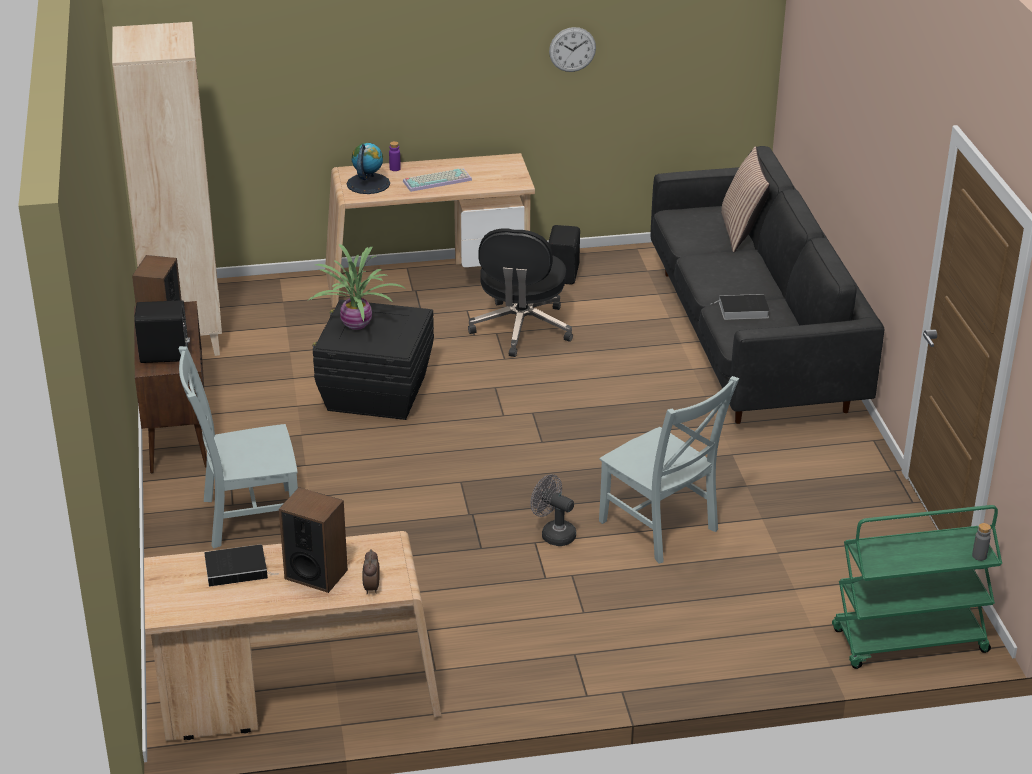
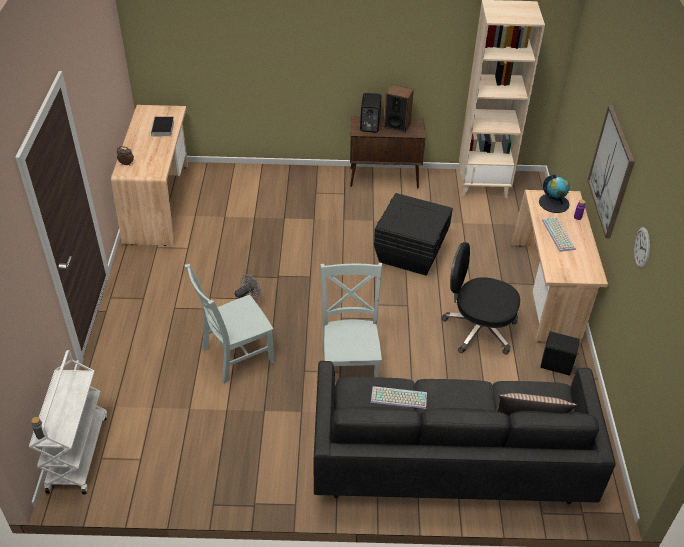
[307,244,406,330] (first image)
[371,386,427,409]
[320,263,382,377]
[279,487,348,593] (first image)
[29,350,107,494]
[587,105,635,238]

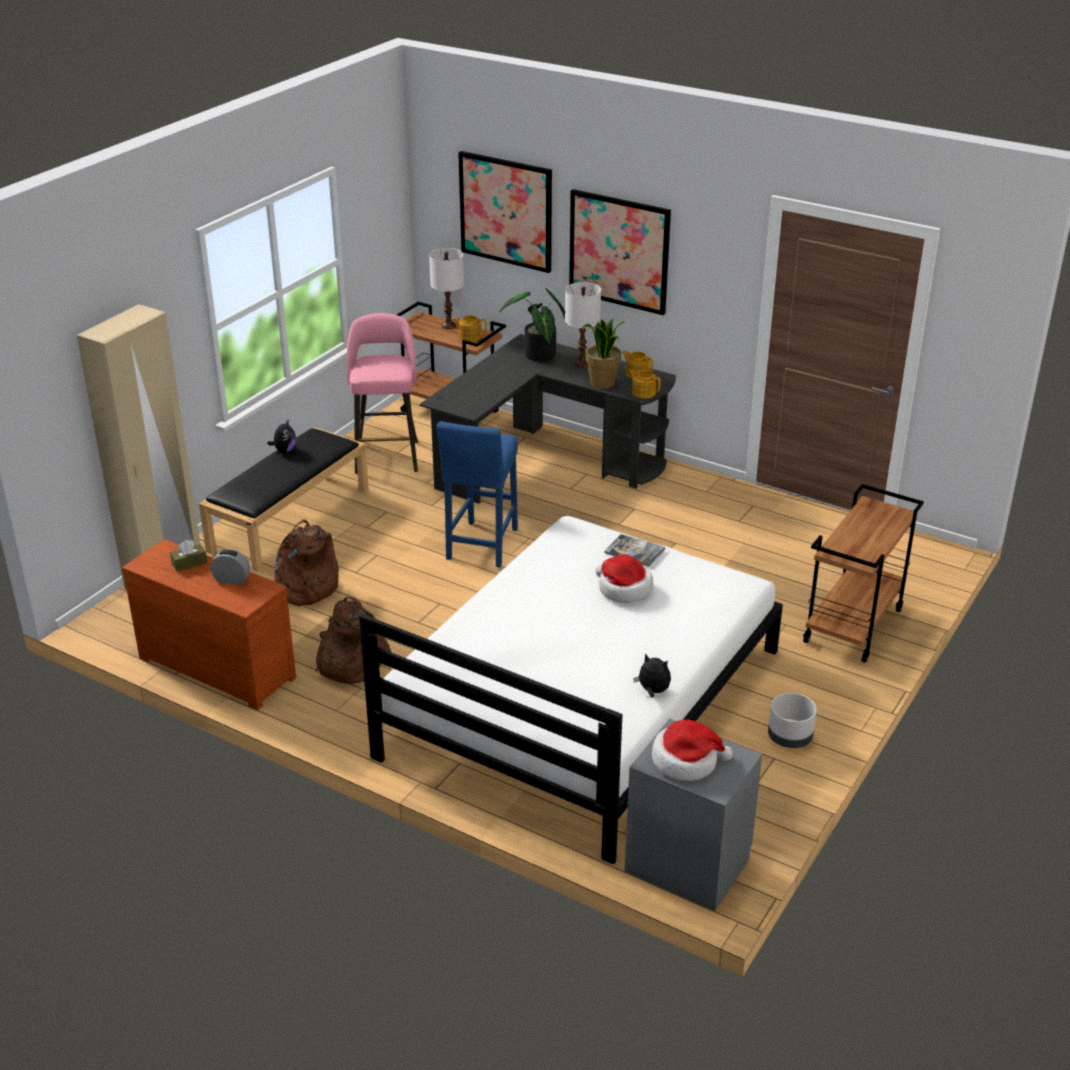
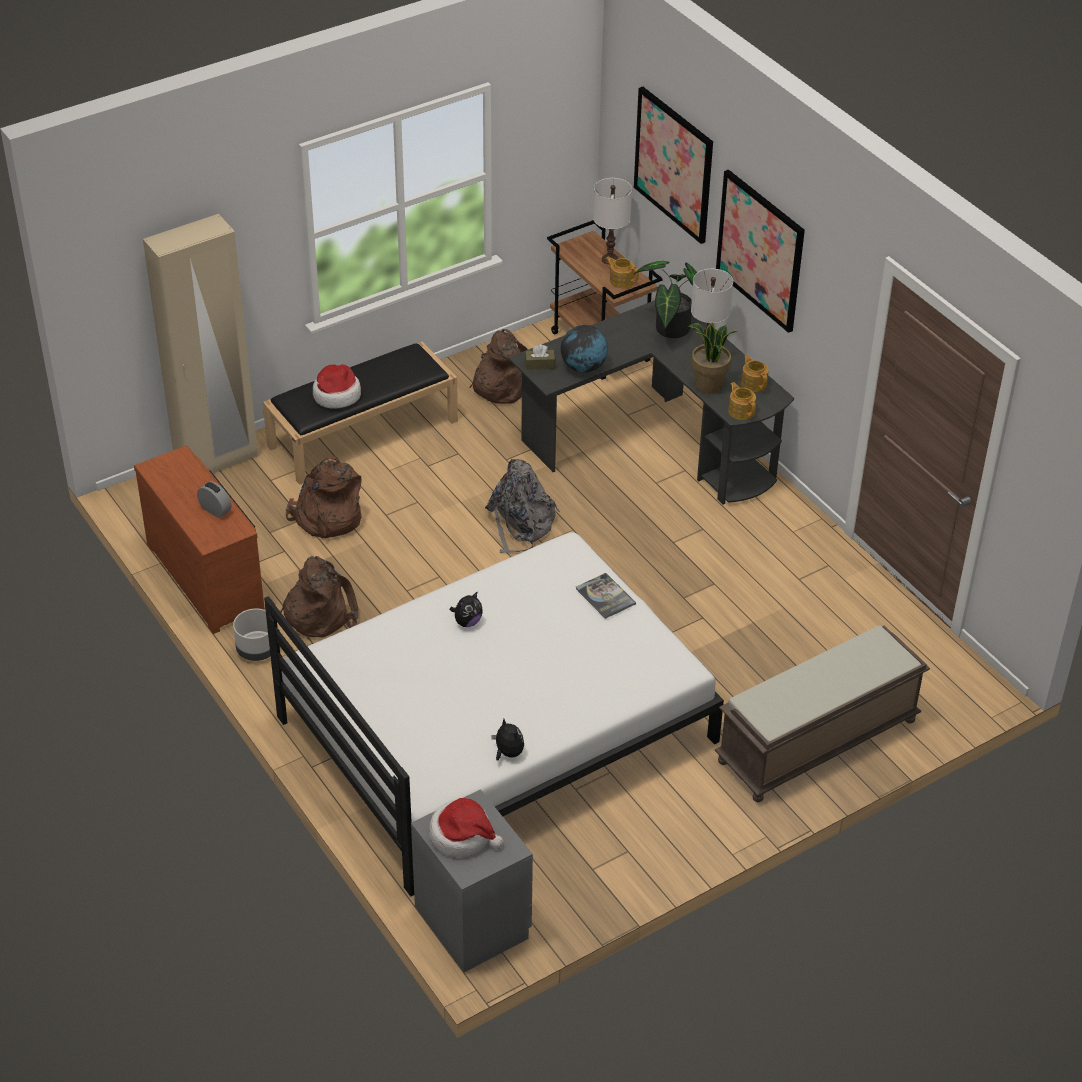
[470,329,528,404]
[450,591,483,627]
[485,459,560,553]
[715,626,930,802]
[525,344,555,370]
[313,364,361,409]
[233,609,270,661]
[561,325,608,373]

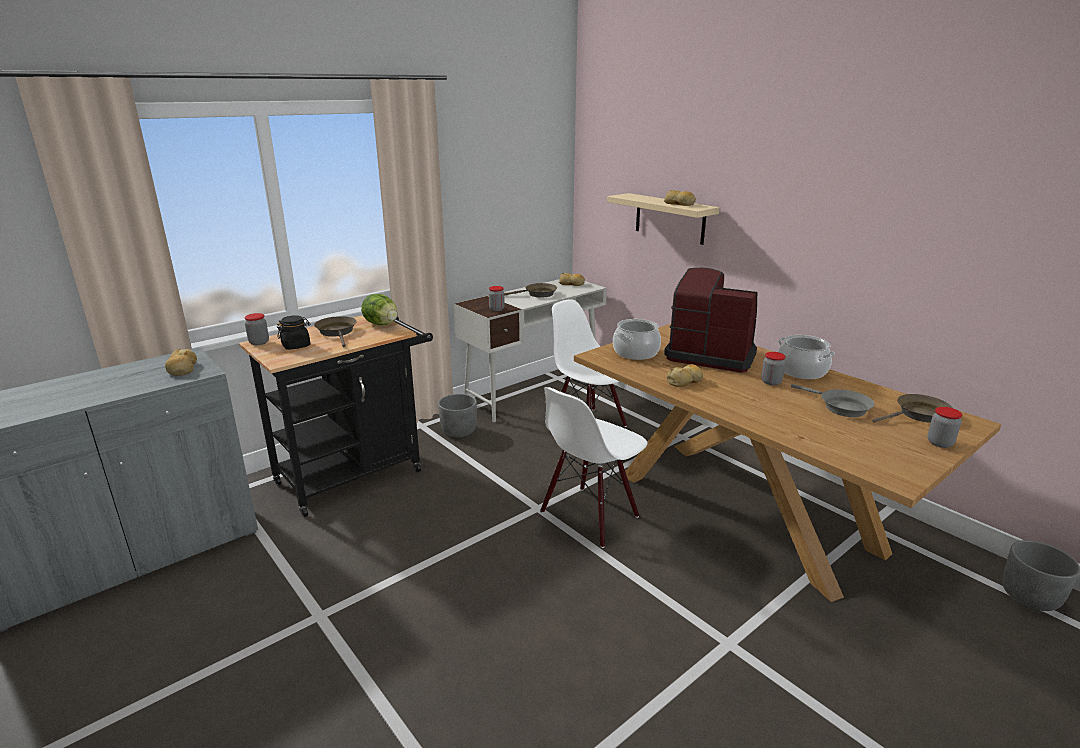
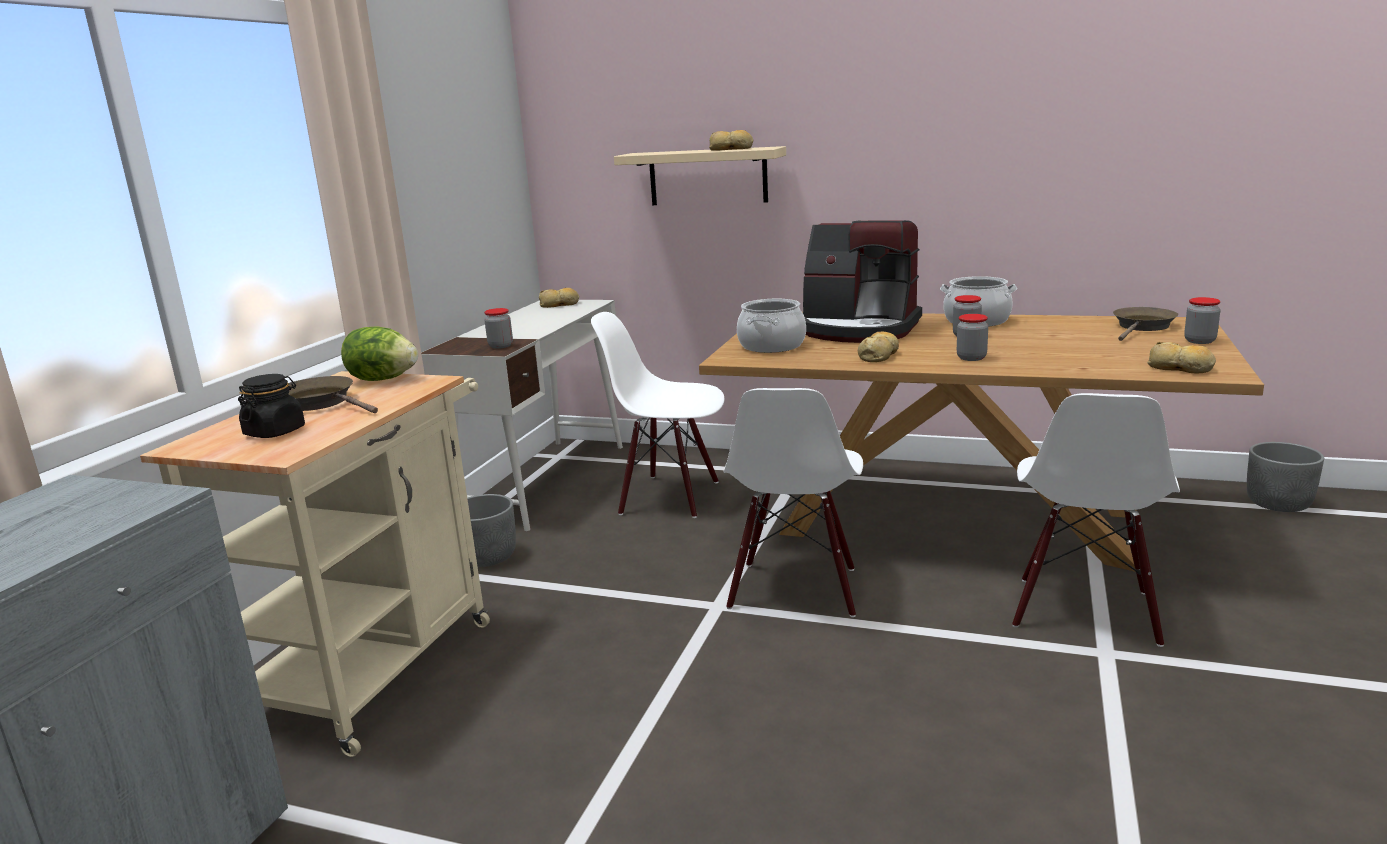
[803,220,922,343]
[504,283,557,297] (first image)
[957,314,988,361]
[140,371,490,757]
[1147,342,1216,374]
[791,384,875,417] (first image)
[1012,393,1180,647]

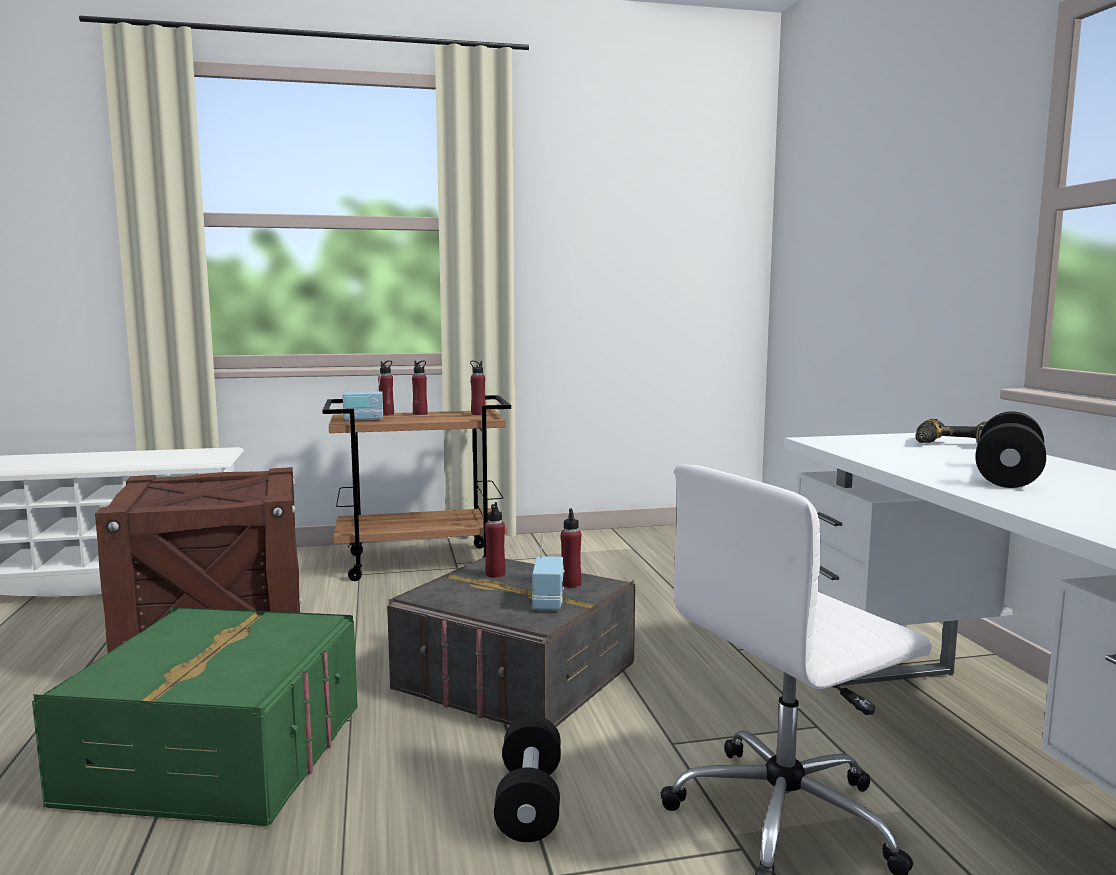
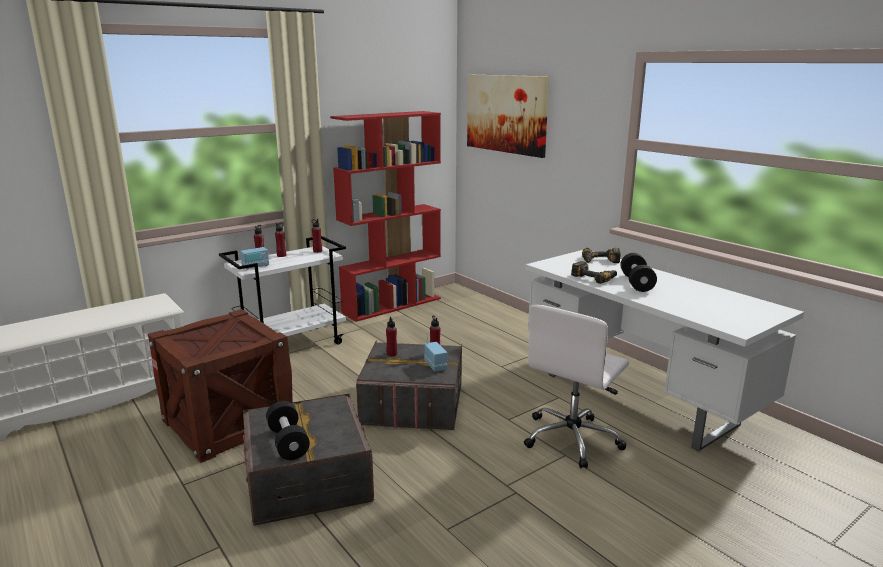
[219,236,346,345]
[243,394,374,526]
[266,401,310,460]
[467,75,549,158]
[330,111,441,322]
[571,261,617,284]

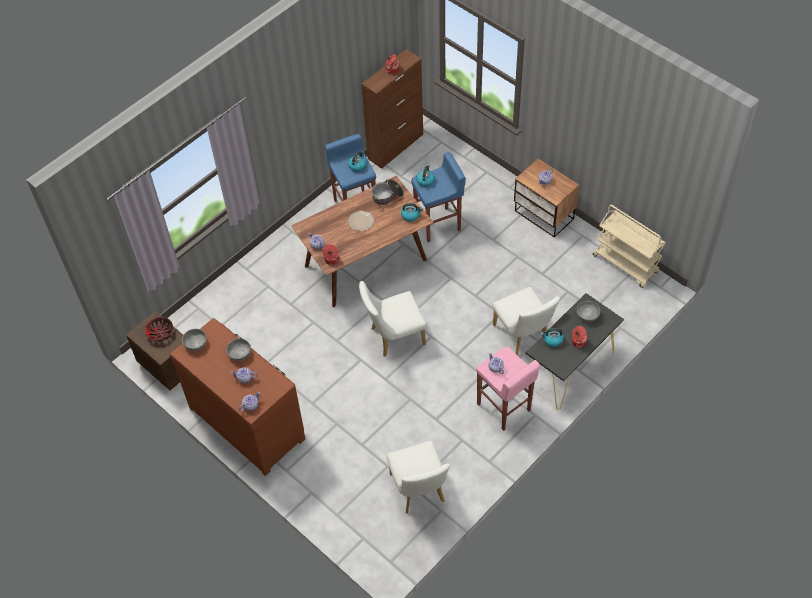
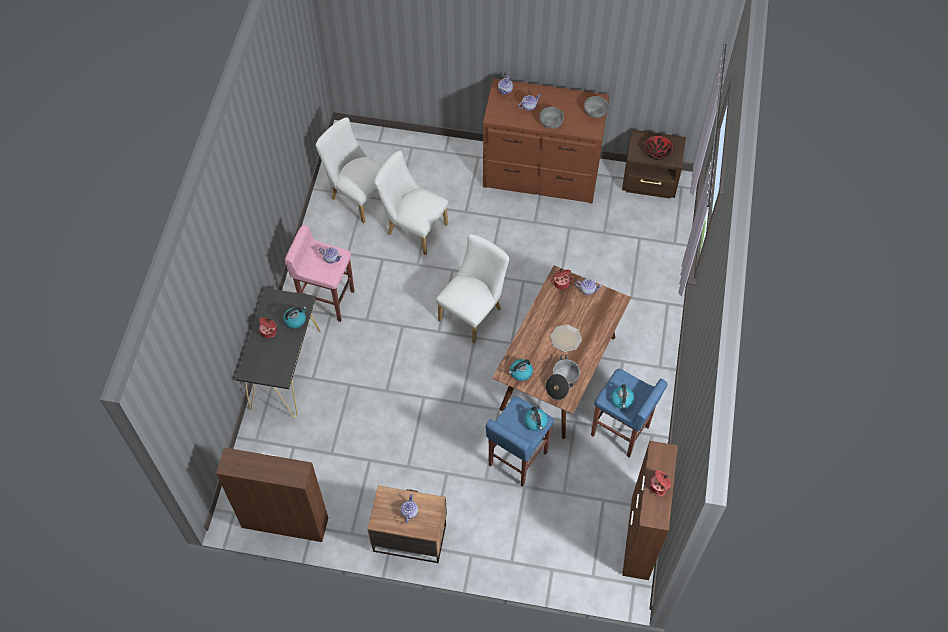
[216,447,328,542]
[374,151,448,255]
[577,301,600,322] (first image)

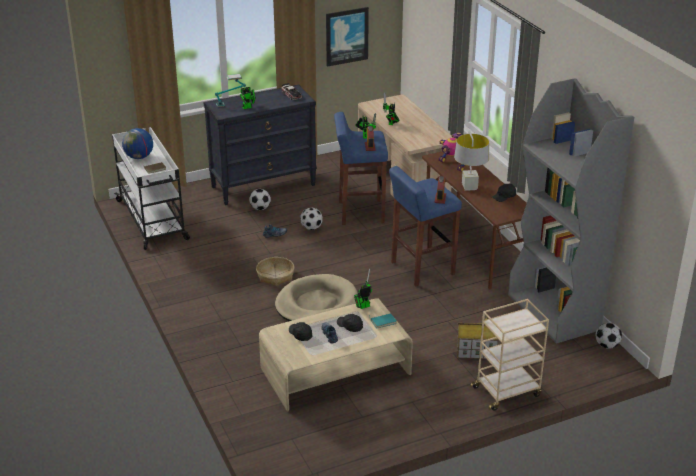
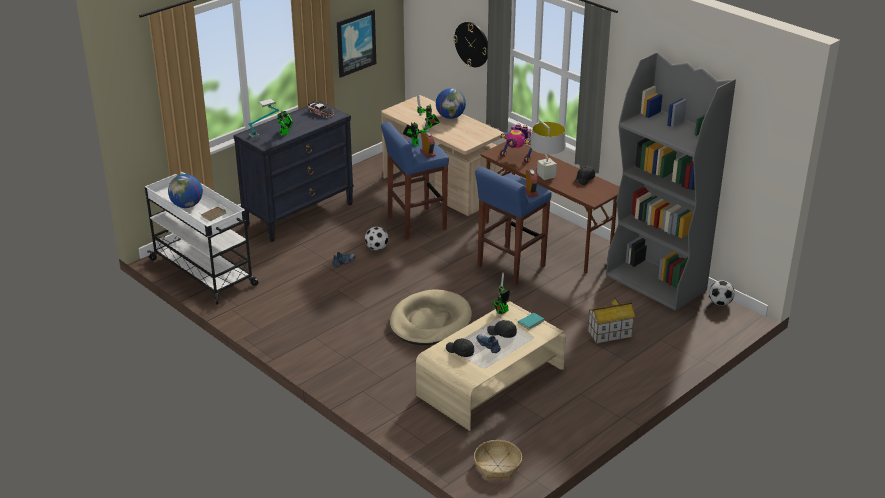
[249,189,271,210] (first image)
[474,440,522,480]
[470,299,549,411] (first image)
[453,22,488,67]
[436,88,466,119]

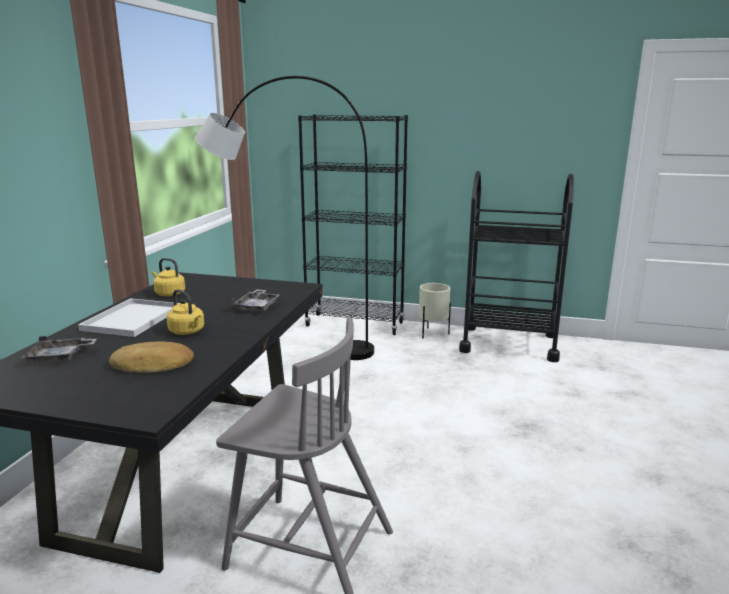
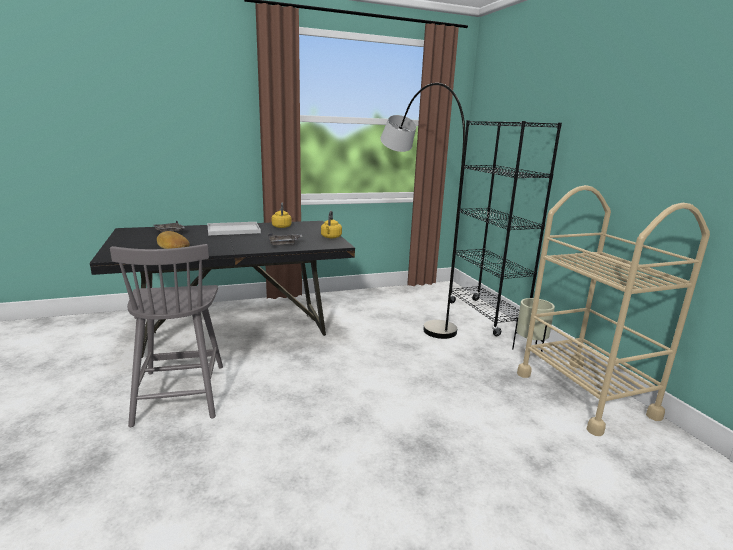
[517,185,710,436]
[321,211,342,238]

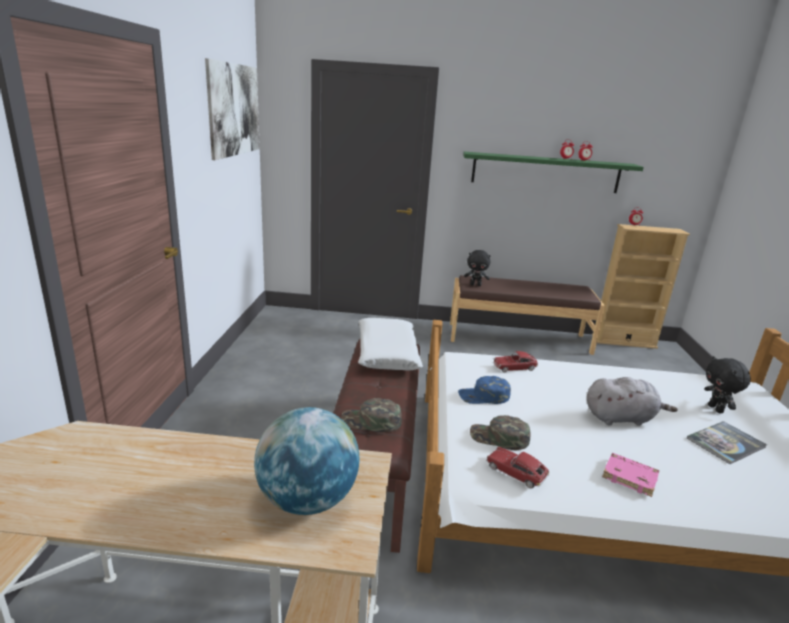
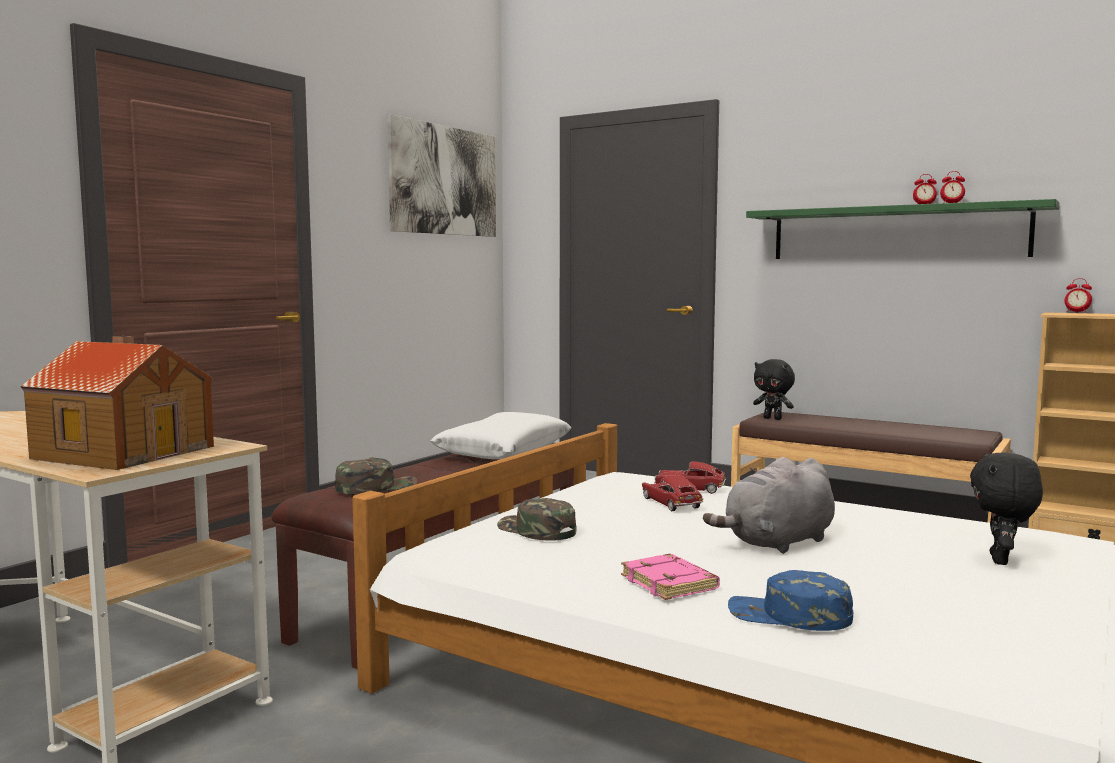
[728,570,853,631]
[703,457,835,554]
[335,458,417,494]
[20,336,214,470]
[687,421,767,464] (first image)
[642,475,703,511]

